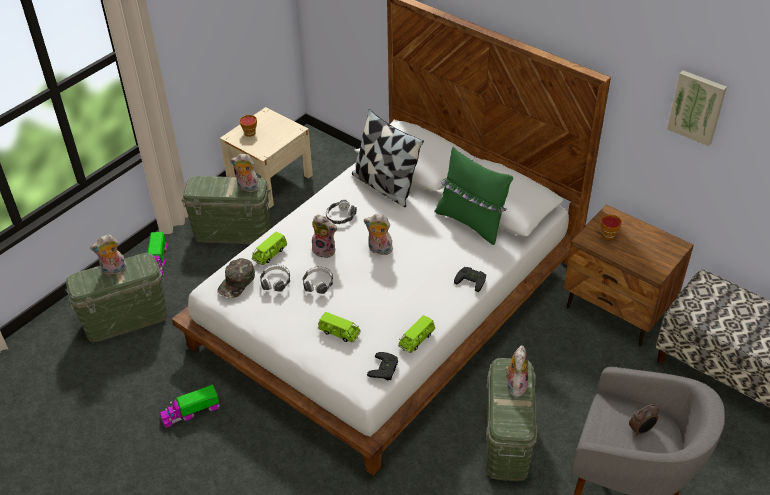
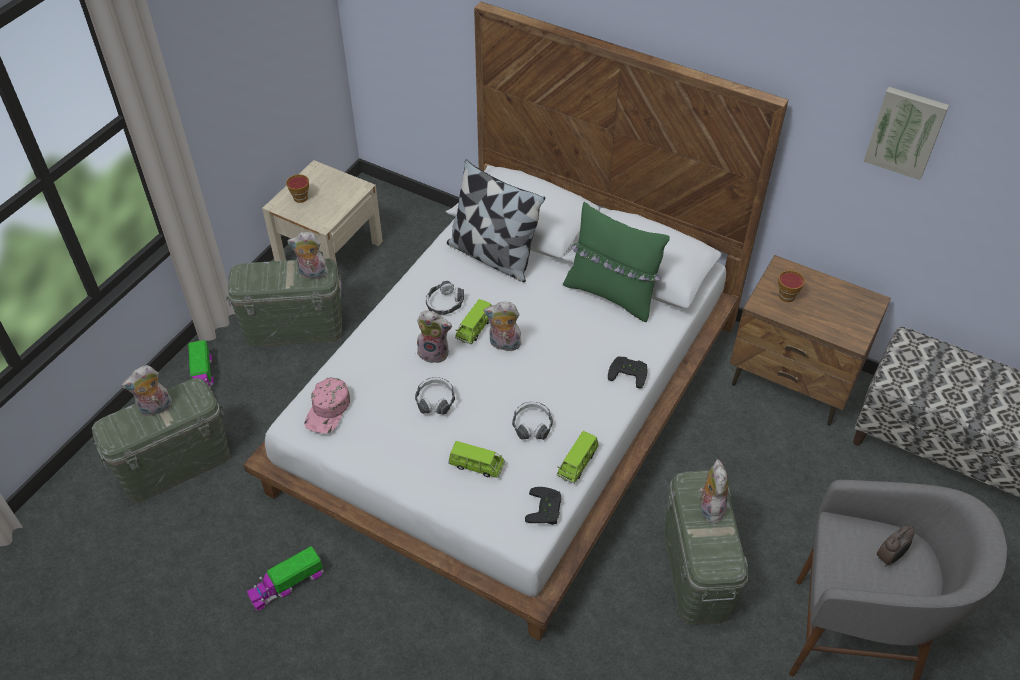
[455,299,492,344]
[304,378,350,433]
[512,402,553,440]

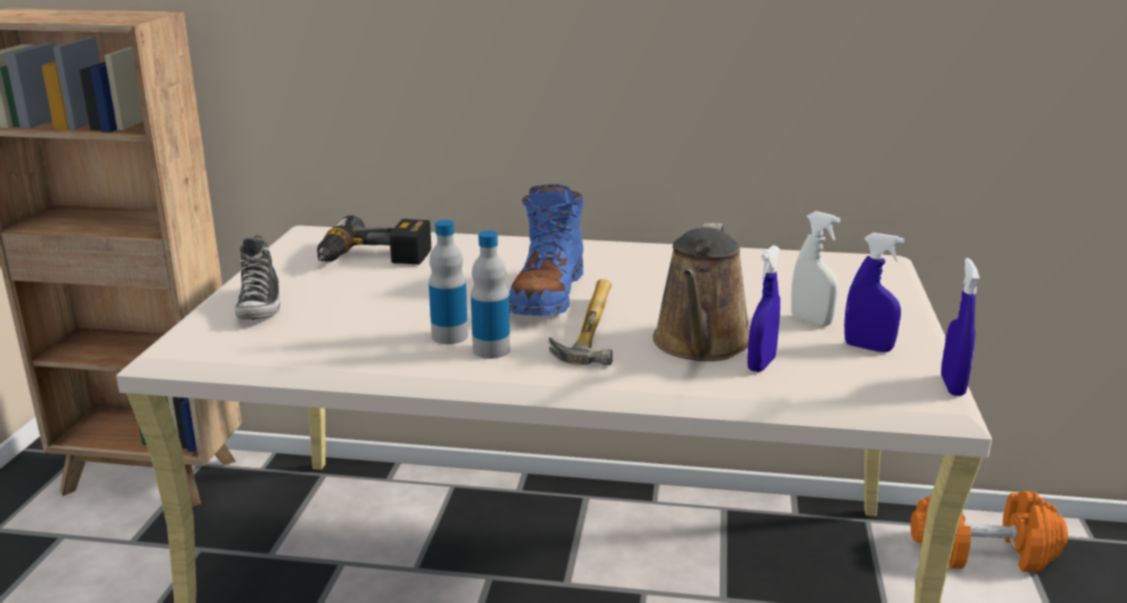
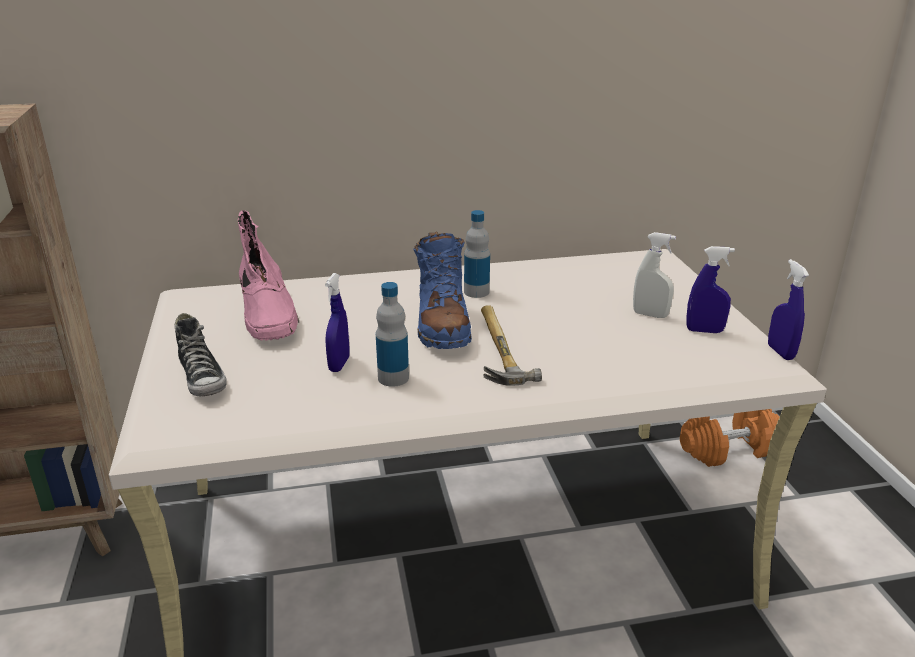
[238,210,299,341]
[653,223,750,361] (first image)
[464,210,490,298]
[325,273,349,372]

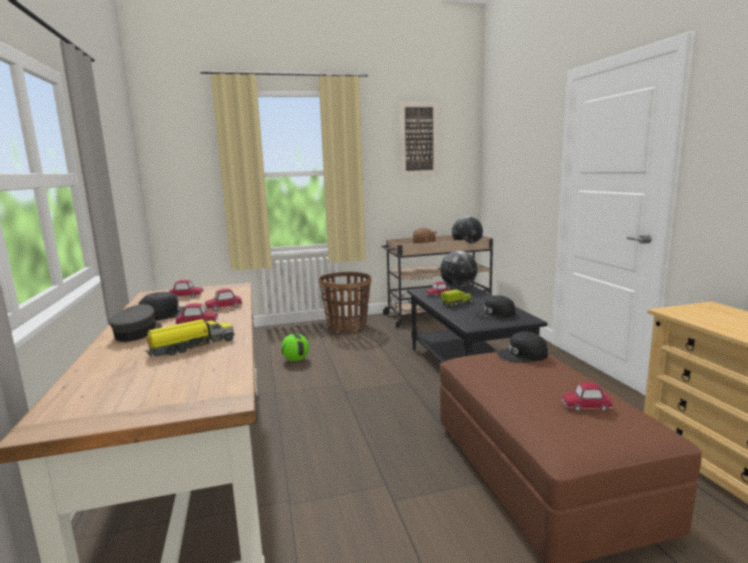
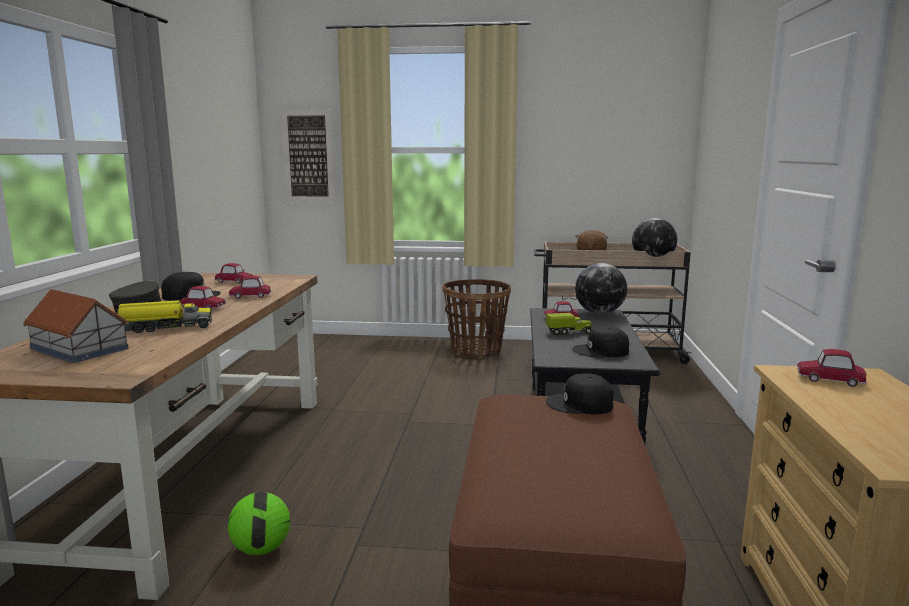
[281,110,335,202]
[228,492,290,555]
[797,349,867,387]
[23,289,129,363]

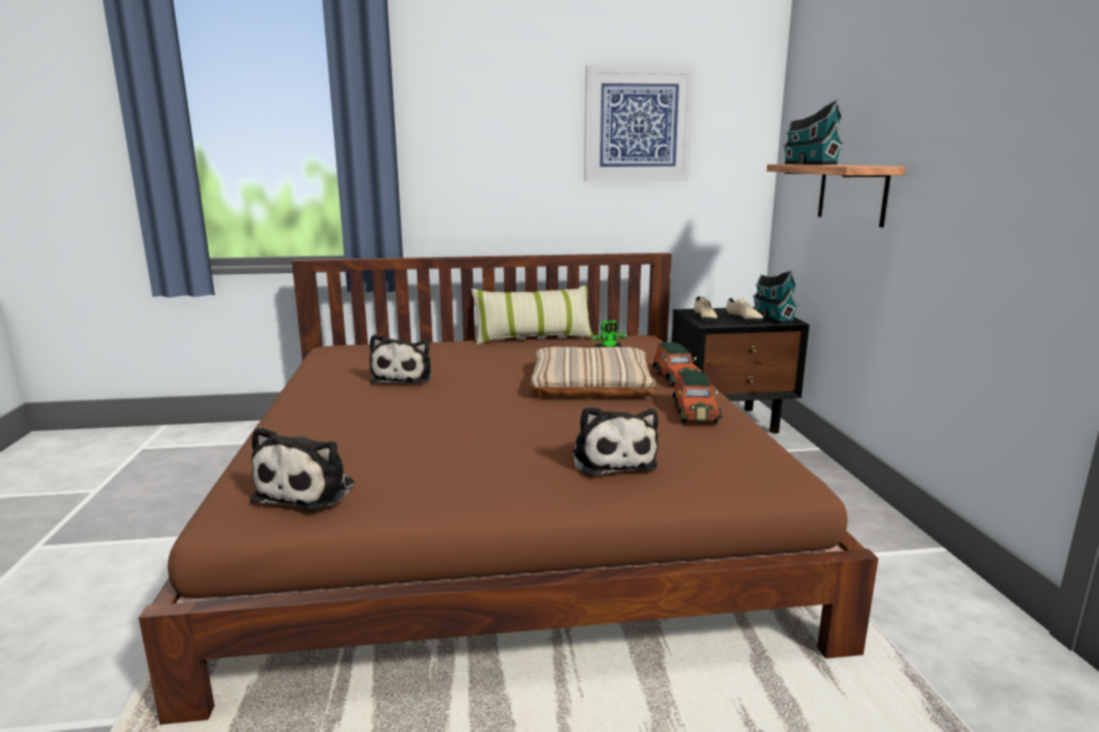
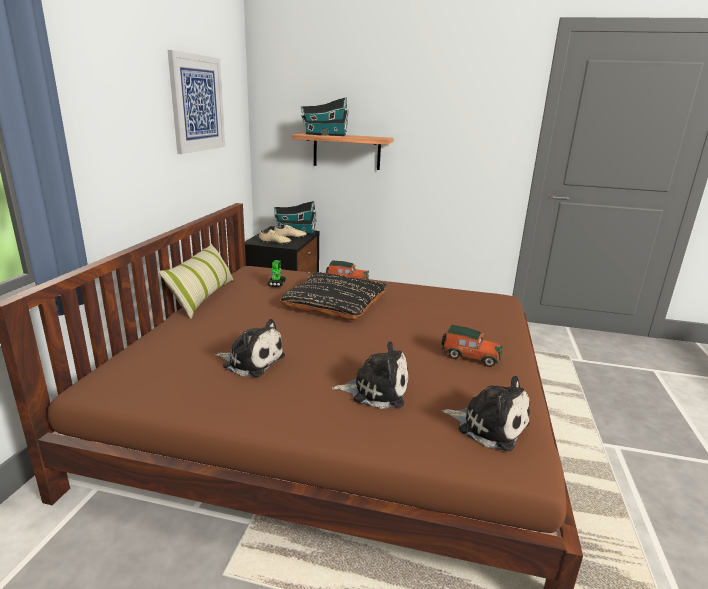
[280,272,386,320]
[442,325,503,367]
[332,341,408,409]

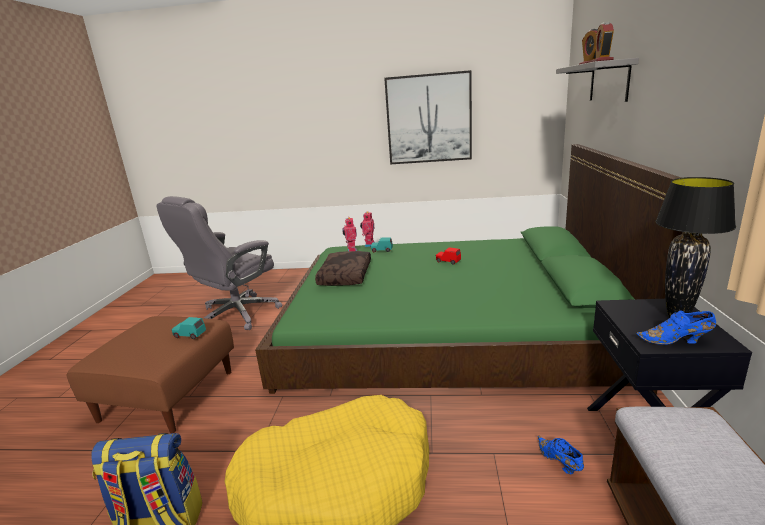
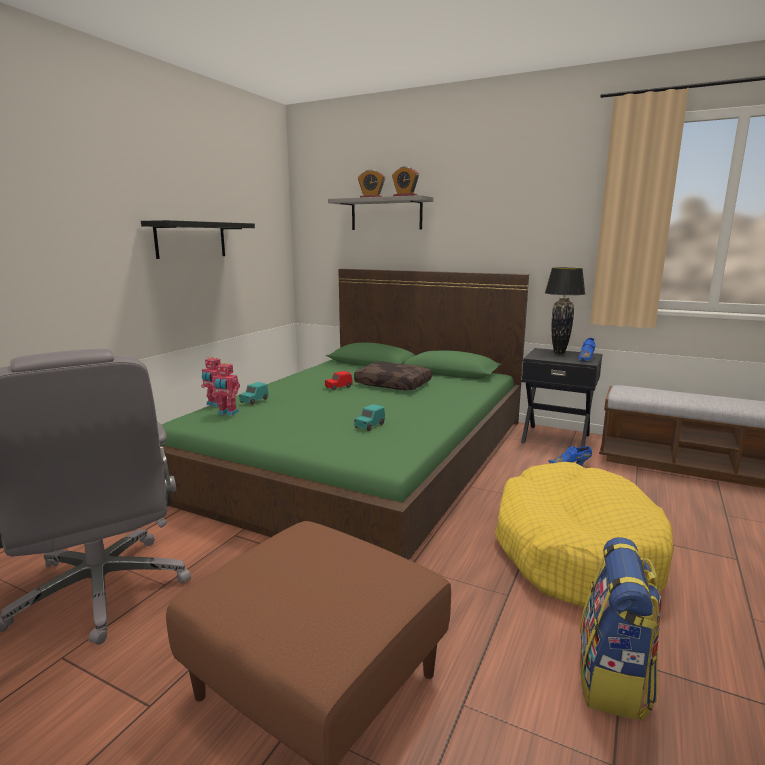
[141,220,255,259]
[354,362,432,390]
[354,404,385,431]

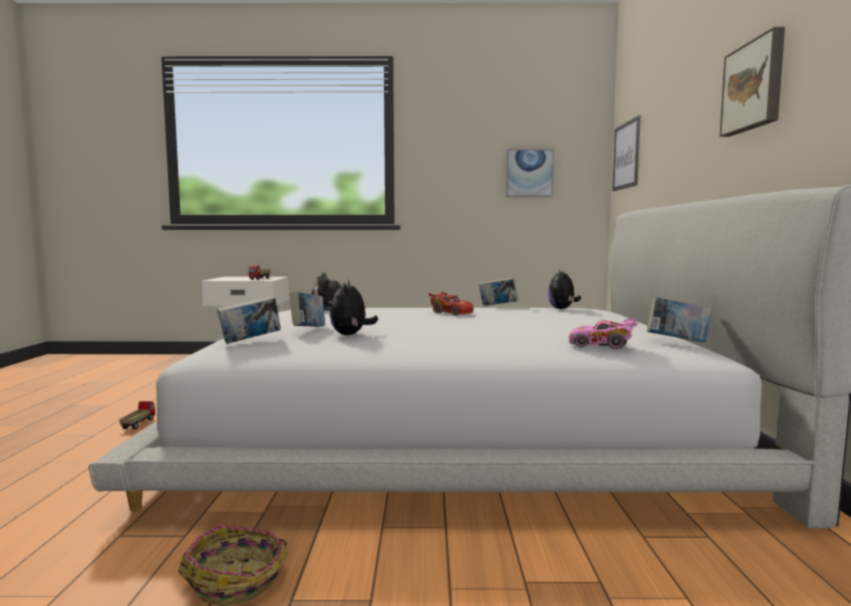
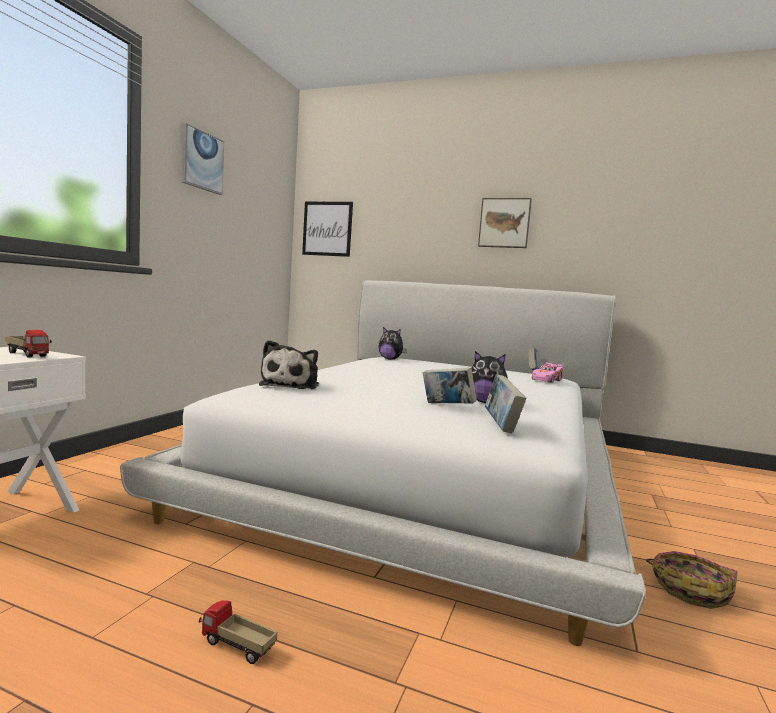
[182,123,224,195]
[478,277,519,306] (first image)
[428,292,474,316] (first image)

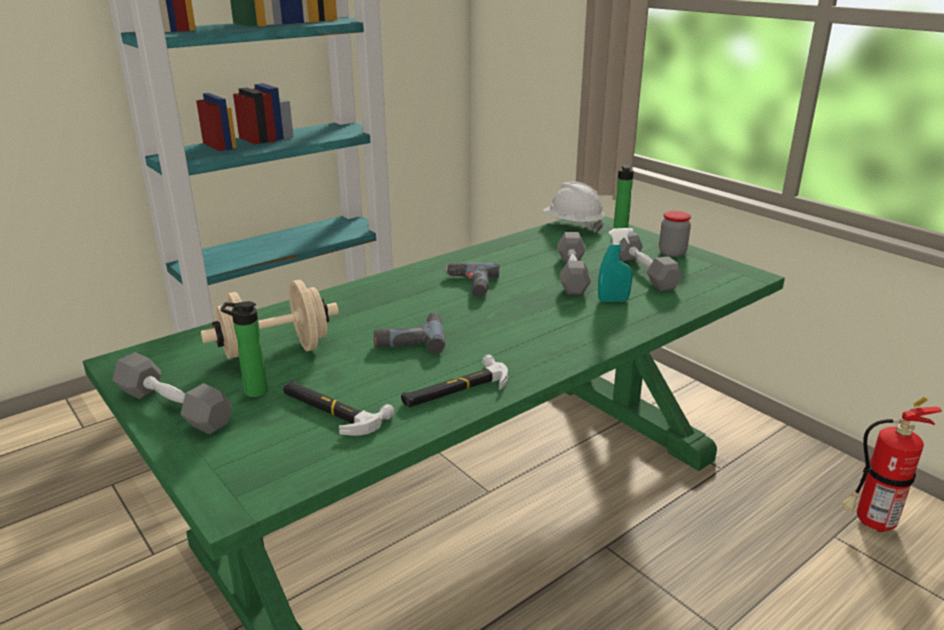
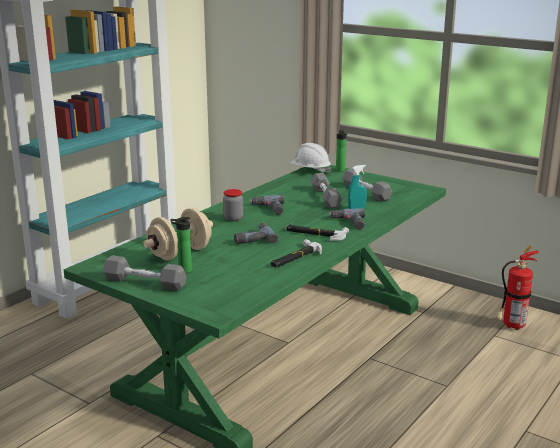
[223,189,243,221]
[286,224,349,241]
[329,208,365,230]

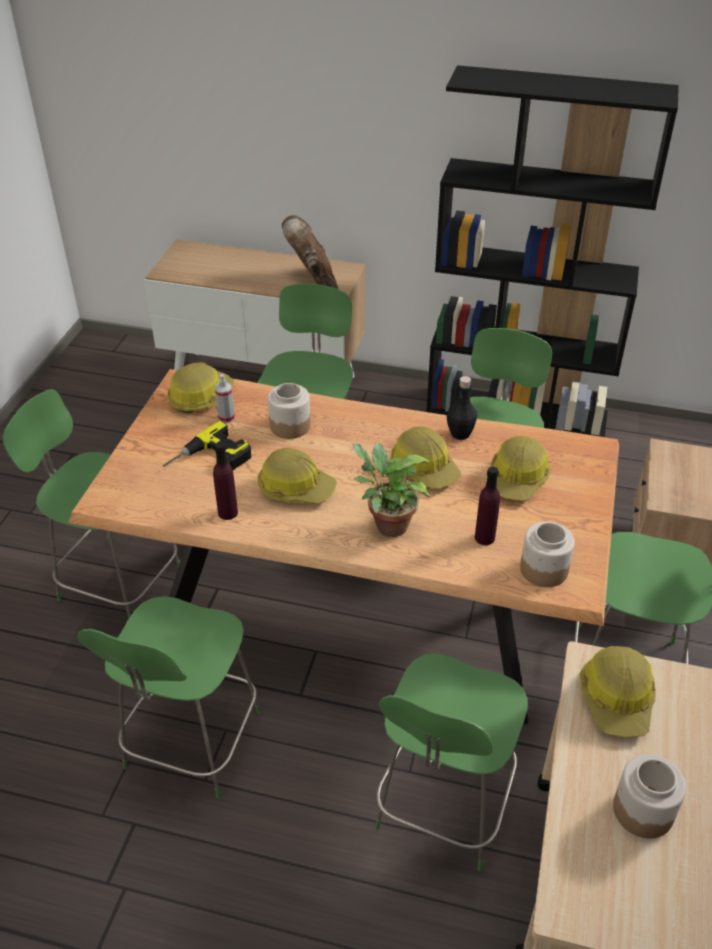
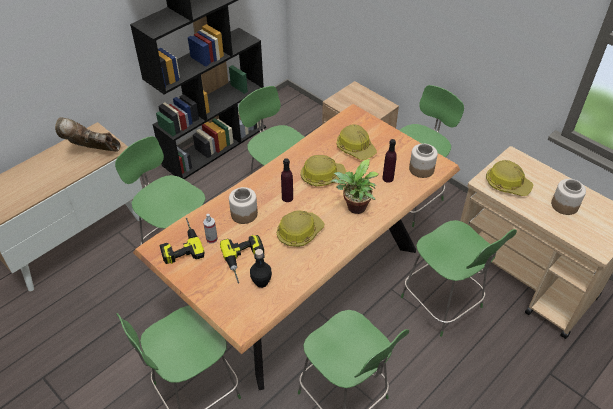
[160,218,205,264]
[250,249,272,288]
[281,158,293,202]

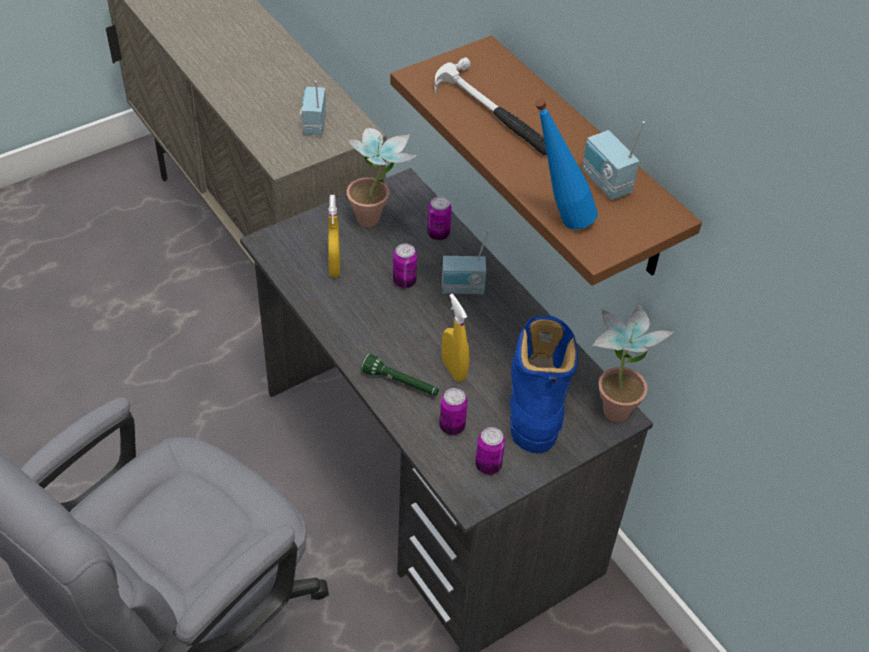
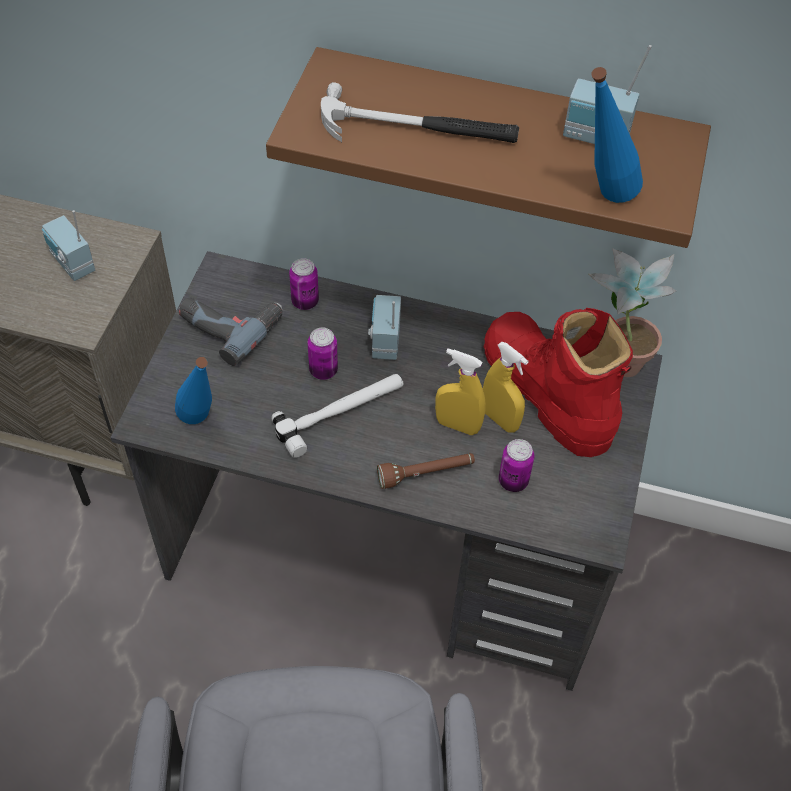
[179,297,282,366]
[483,342,528,432]
[368,295,401,360]
[484,308,633,457]
[377,453,475,489]
[475,427,505,475] (first image)
[175,357,212,424]
[272,374,404,458]

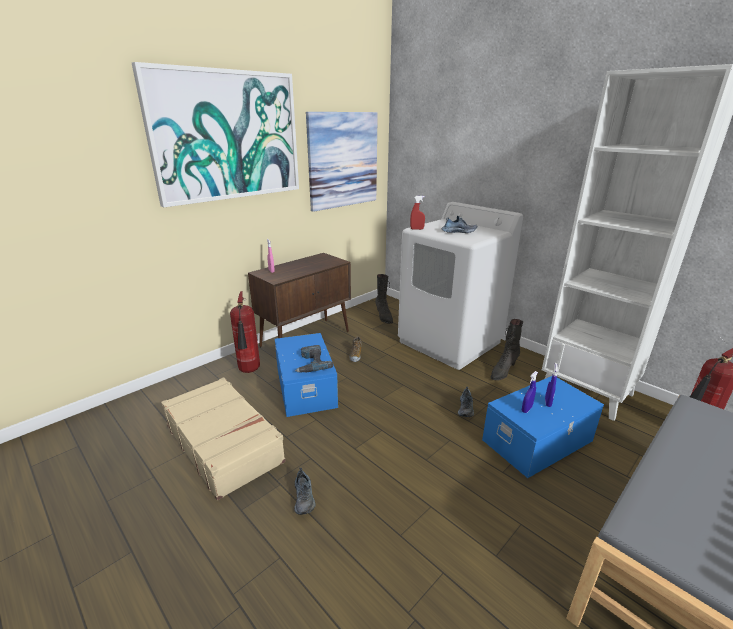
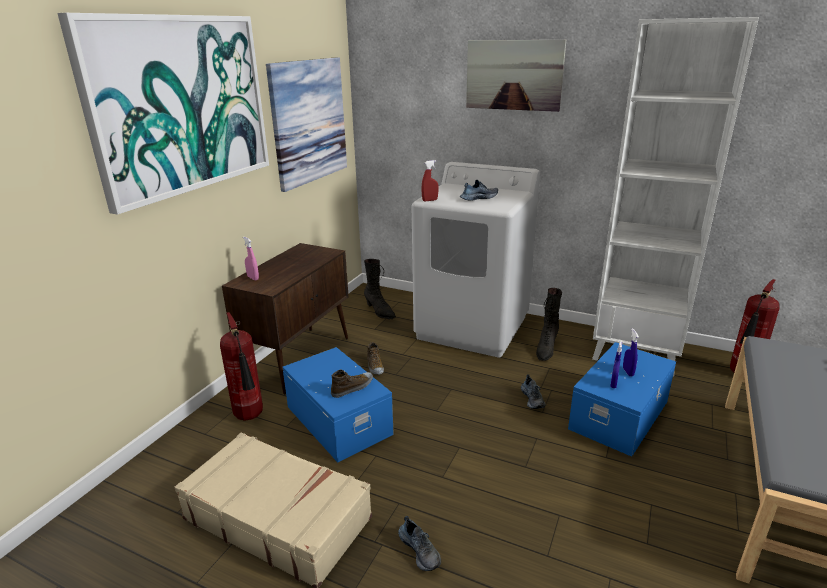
[331,370,373,398]
[466,40,566,112]

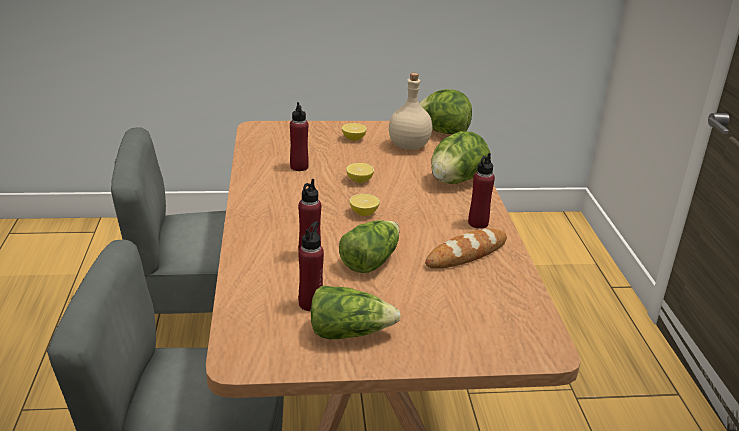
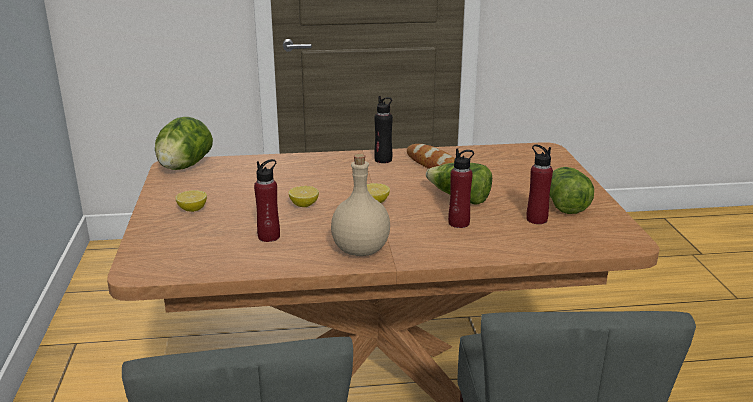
[331,154,390,256]
[431,131,491,184] (first image)
[374,96,393,163]

